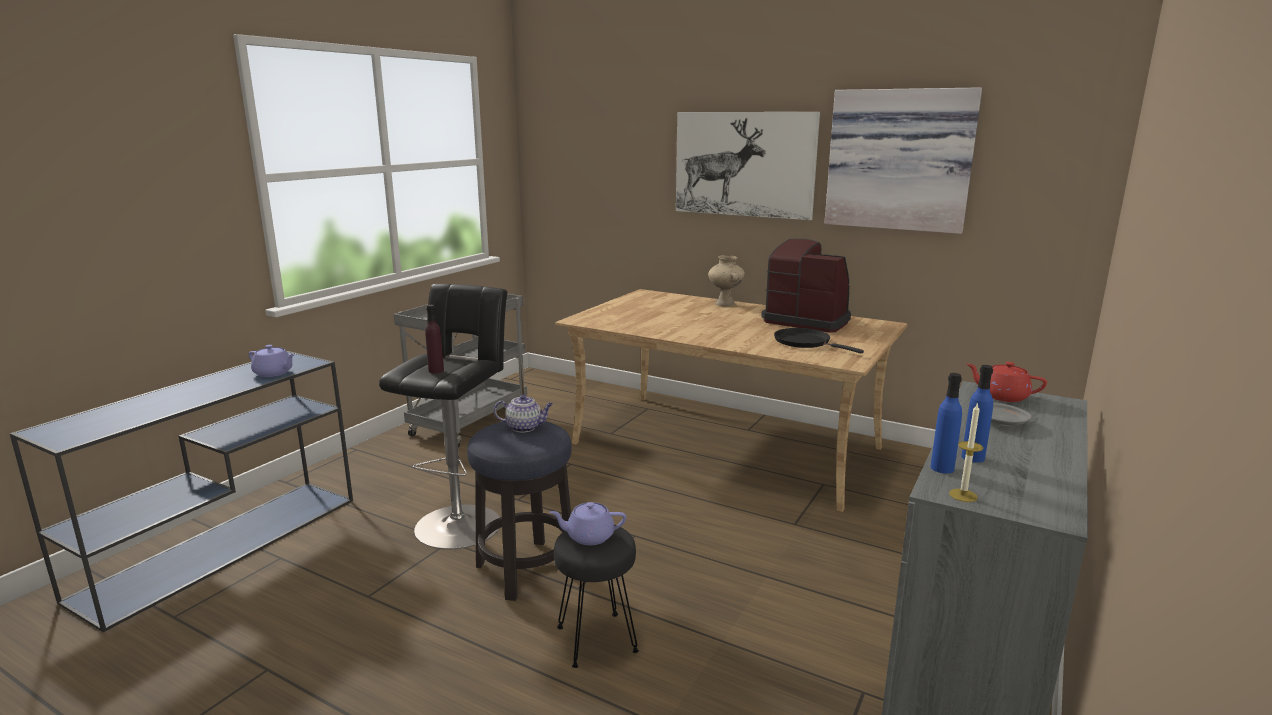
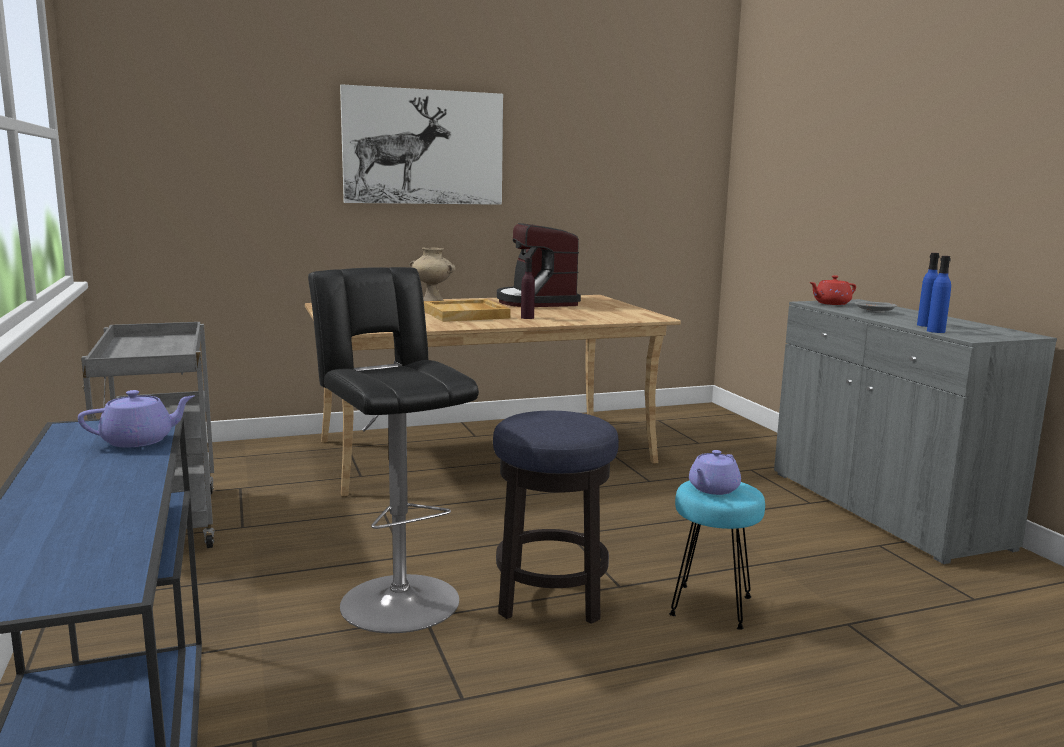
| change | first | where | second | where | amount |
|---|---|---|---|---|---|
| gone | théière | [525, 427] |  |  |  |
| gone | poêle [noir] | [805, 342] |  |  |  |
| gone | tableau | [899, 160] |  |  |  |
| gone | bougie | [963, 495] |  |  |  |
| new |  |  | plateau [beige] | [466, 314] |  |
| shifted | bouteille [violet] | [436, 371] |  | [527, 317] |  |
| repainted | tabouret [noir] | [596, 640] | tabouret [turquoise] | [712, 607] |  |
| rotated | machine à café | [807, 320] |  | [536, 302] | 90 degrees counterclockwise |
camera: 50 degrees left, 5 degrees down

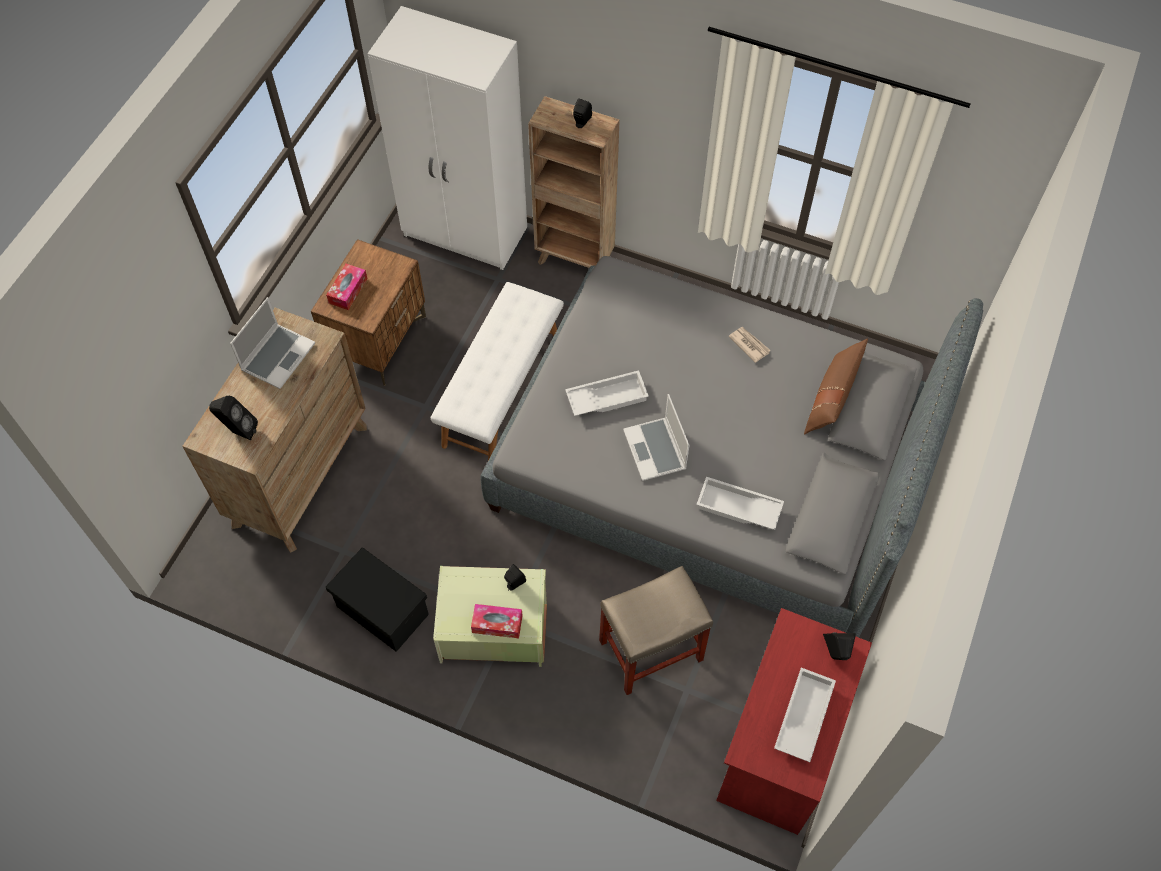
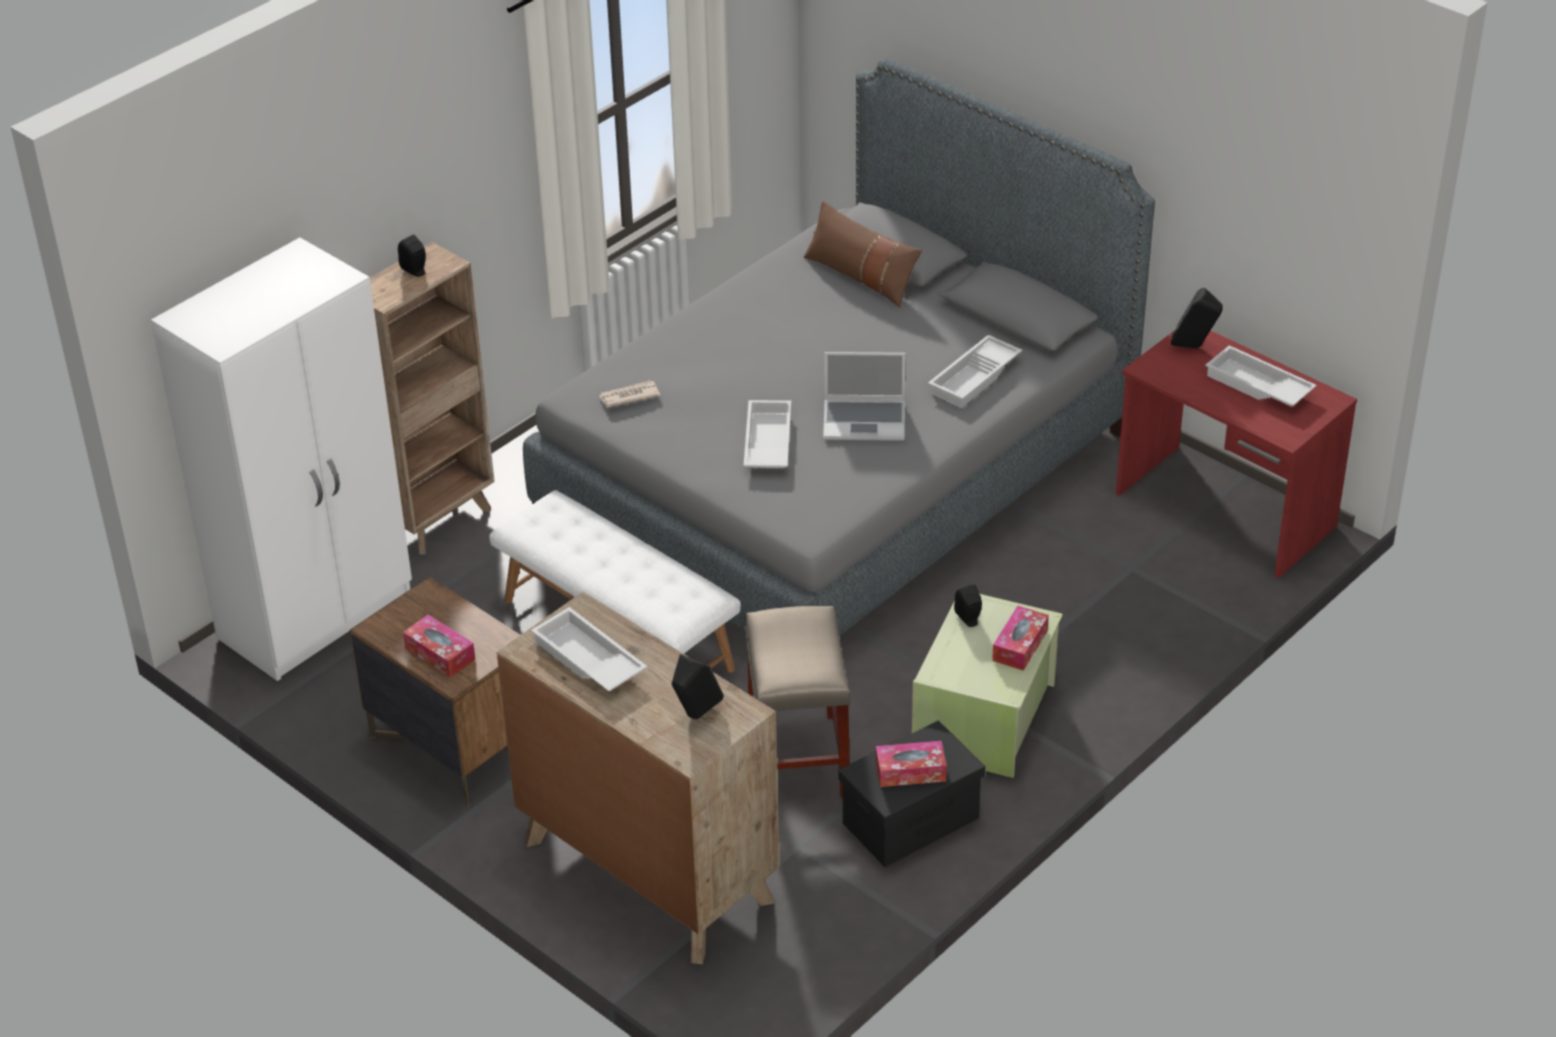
| change | first | where | second | where | amount |
|---|---|---|---|---|---|
| new |  |  | boîte à mouchoirs | [910, 771] |  |
| shifted | tabouret [beige] | [652, 649] |  | [797, 757] |  |
| shifted | journal | [749, 344] |  | [629, 396] |  |
| swapped | ordinateur portable | [278, 356] | plateau [blanc] | [587, 660] |  |
camera: 70 degrees left, 20 degrees down

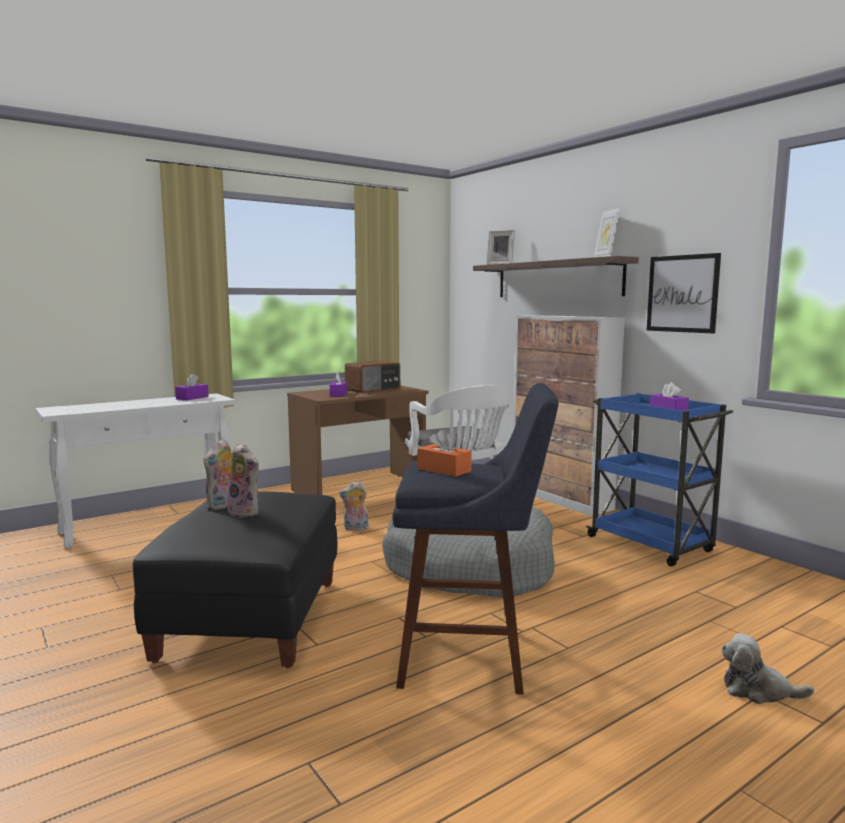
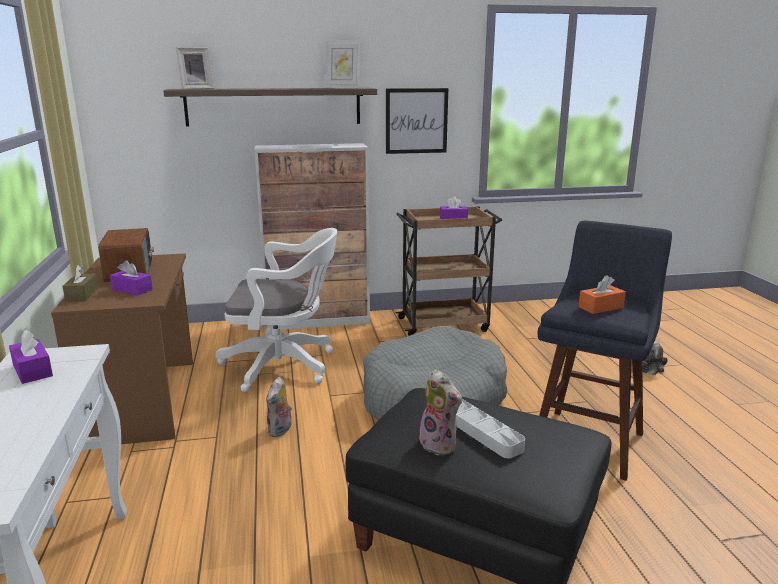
| change | first | where | second | where | amount |
|---|---|---|---|---|---|
| new |  |  | boîte à mouchoirs [marron] | [82, 294] |  |
| swapped | peluche | [246, 512] | plateau [gris] | [481, 432] |  |
| repainted | chariot [bleu] | [651, 545] | chariot [marron] | [444, 324] |  |
camera: 65 degrees left, 10 degrees up

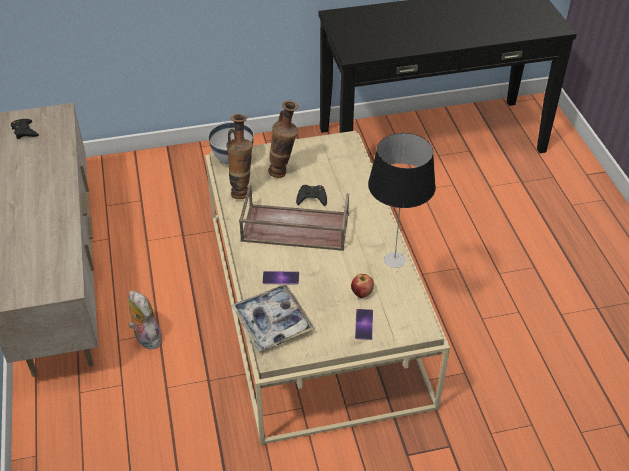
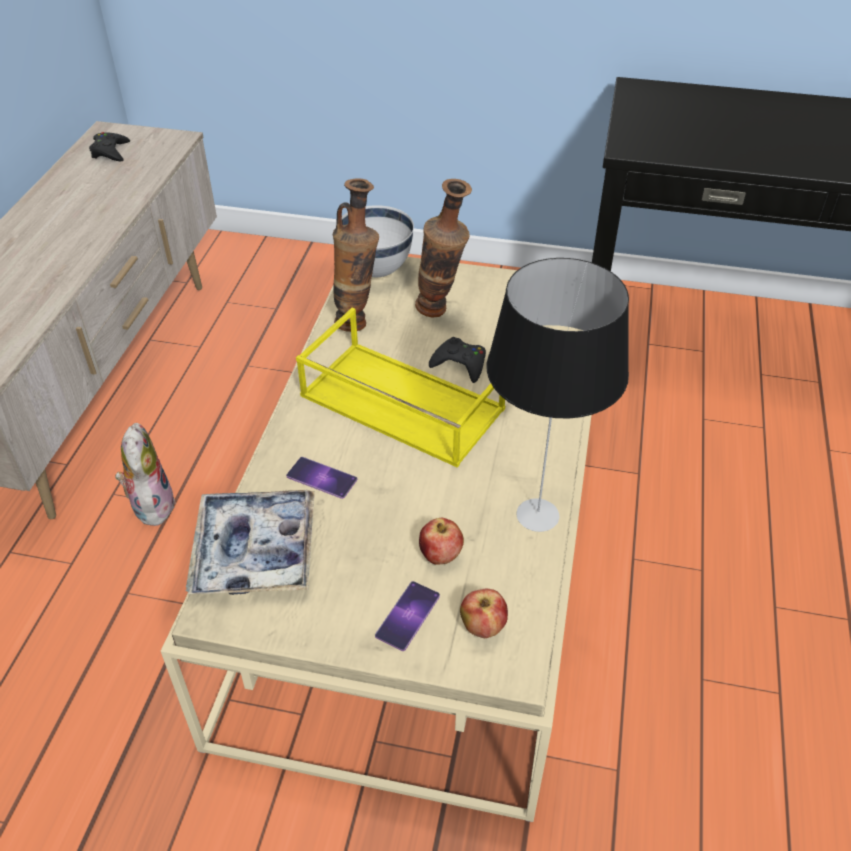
| change | first | where | second | where | amount |
|---|---|---|---|---|---|
| new |  |  | pomme | [483, 626] |  |
| repainted | plateau [marron] | [294, 228] | plateau [jaune] | [399, 403] |  |
camera: 25 degrees right, 0 degrees up

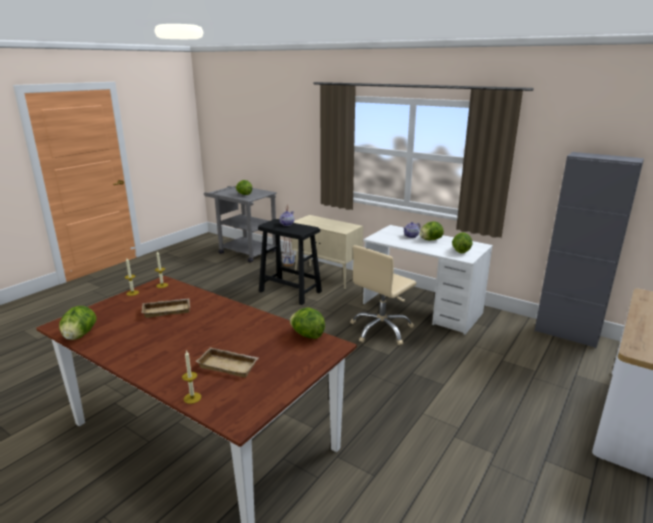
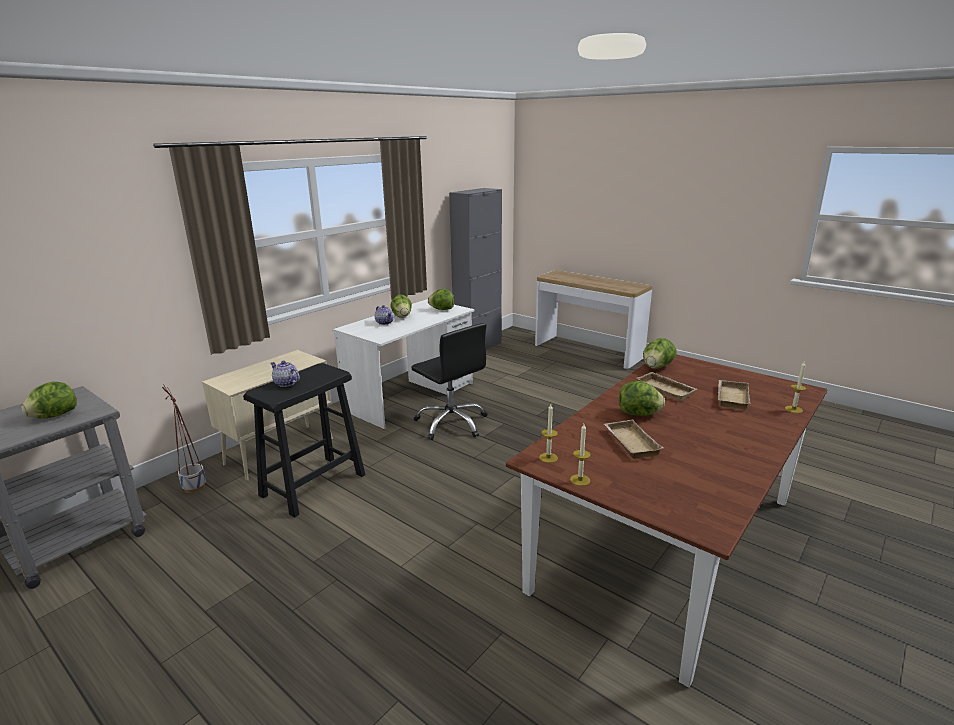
| change | first | where | second | where | amount |
|---|---|---|---|---|---|
| new |  |  | plateau [beige] | [667, 389] |  |
| shifted | laitue | [79, 336] |  | [639, 414] |  |
| repainted | chaise de bureau [beige] | [381, 330] | chaise de bureau [noir] | [451, 423] |  |
camera: 85 degrees left, 0 degrees up

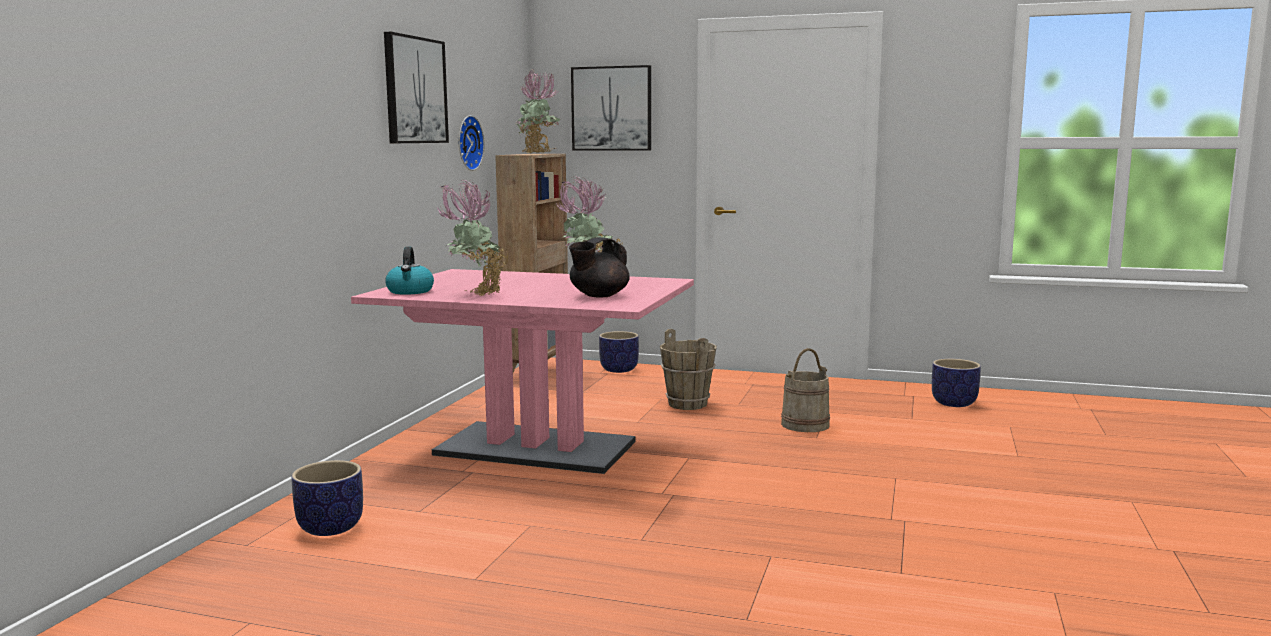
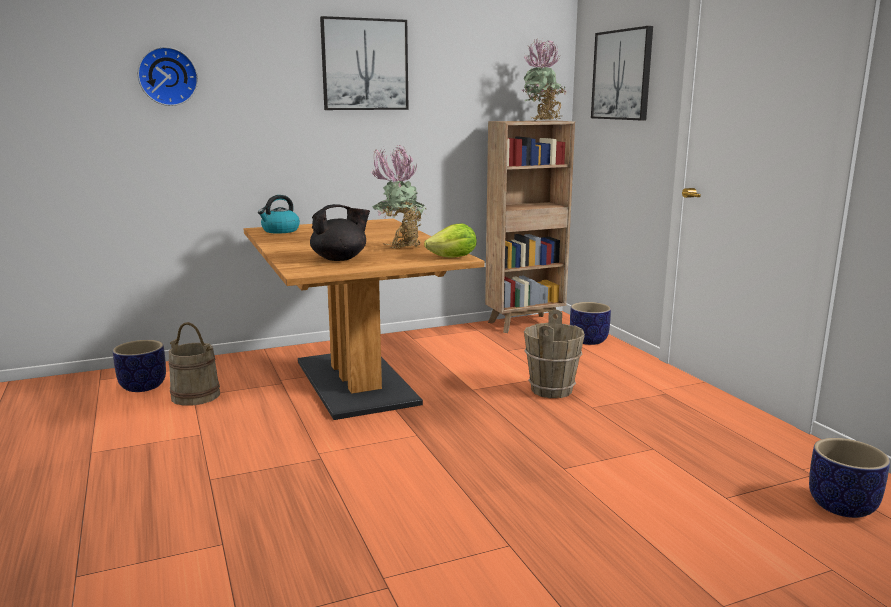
| change | first | where | second | where | amount |
|---|---|---|---|---|---|
| gone | plante en pot | [476, 294] |  |  |  |
| new |  |  | laitue | [453, 258] |  |
| shifted | horloge murale | [467, 143] |  | [168, 76] |  |
| shifted | seau [beige] | [805, 425] |  | [195, 396] |  |
| repainted | table à manger [rose] | [535, 448] | table à manger [marron] | [355, 382] |  |
| rotated | théière [noir] | [598, 296] |  | [340, 259] | 150 degrees clockwise |
camera: 50 degrees right, 5 degrees up

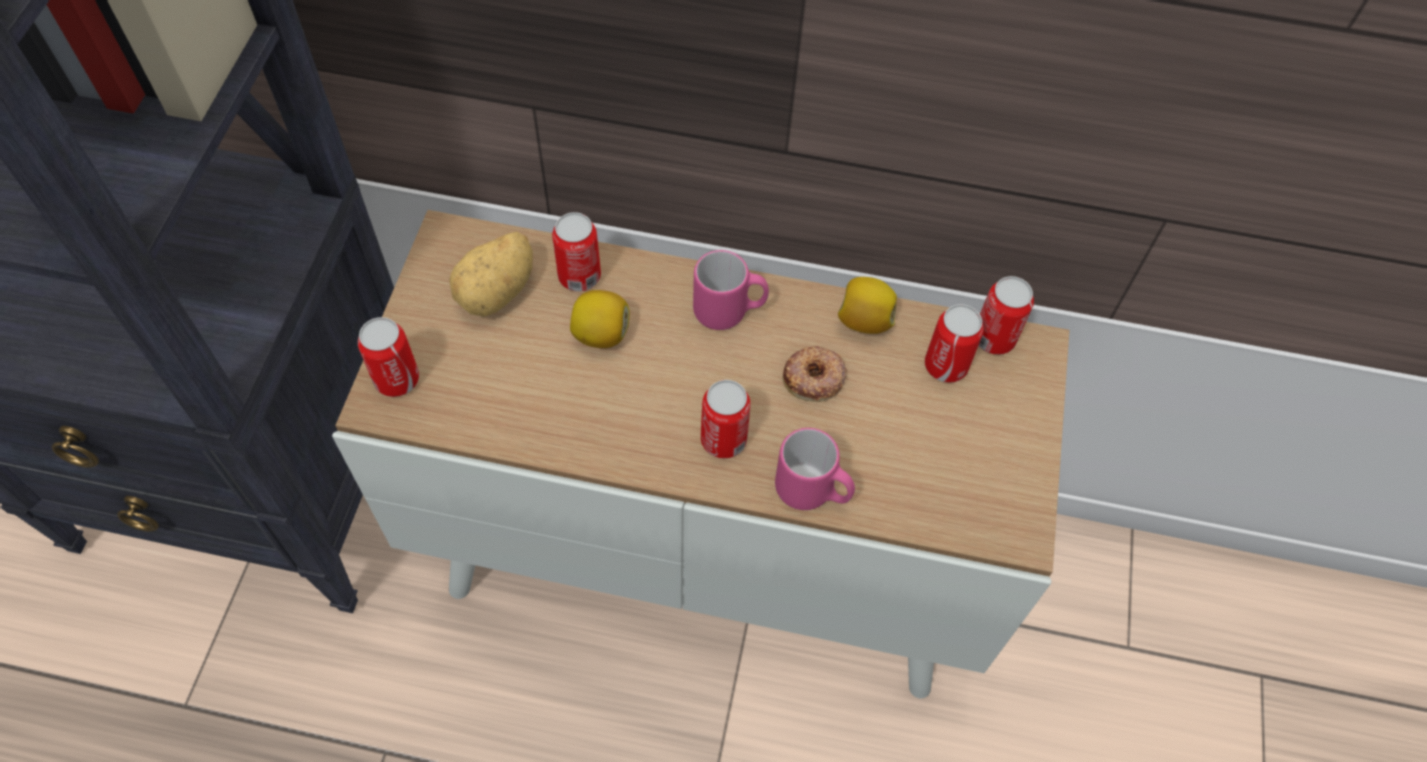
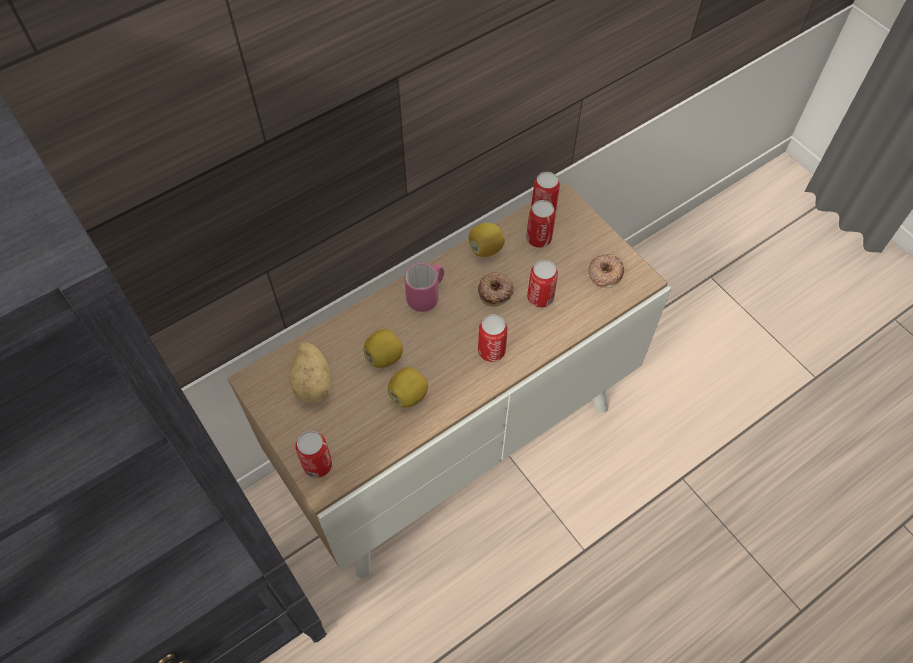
| change | first | where | second | where | amount |
|---|---|---|---|---|---|
| gone | mug [rose] | [812, 492] |  |  |  |
| new |  |  | citron | [409, 395] |  |
| new |  |  | beignet | [605, 273] |  |
| shifted | boîte métallique | [579, 276] |  | [540, 297] |  |
camera: 45 degrees left, 0 degrees up

